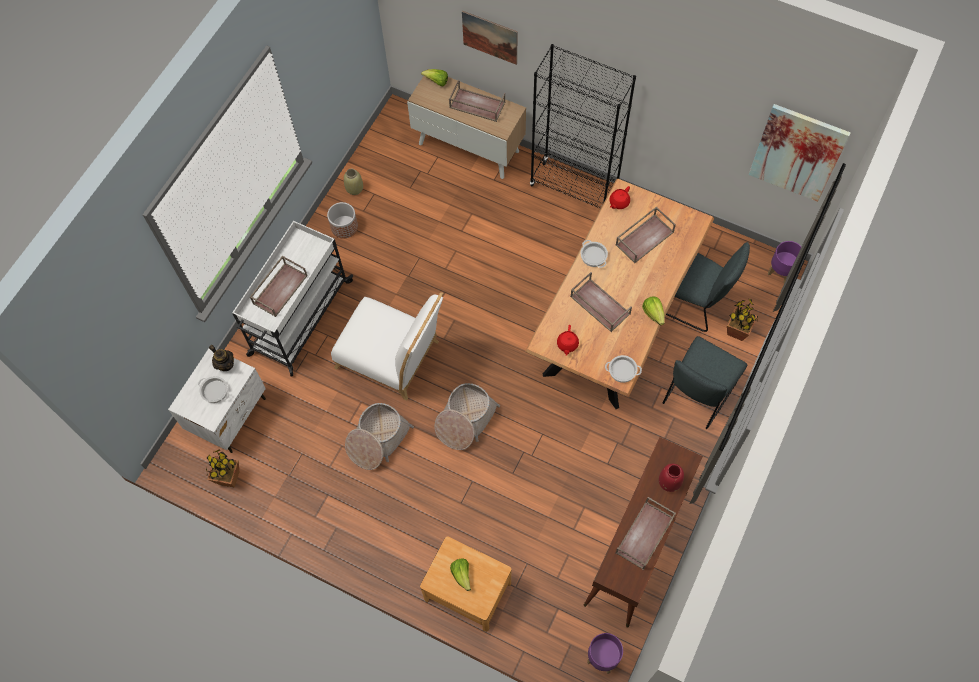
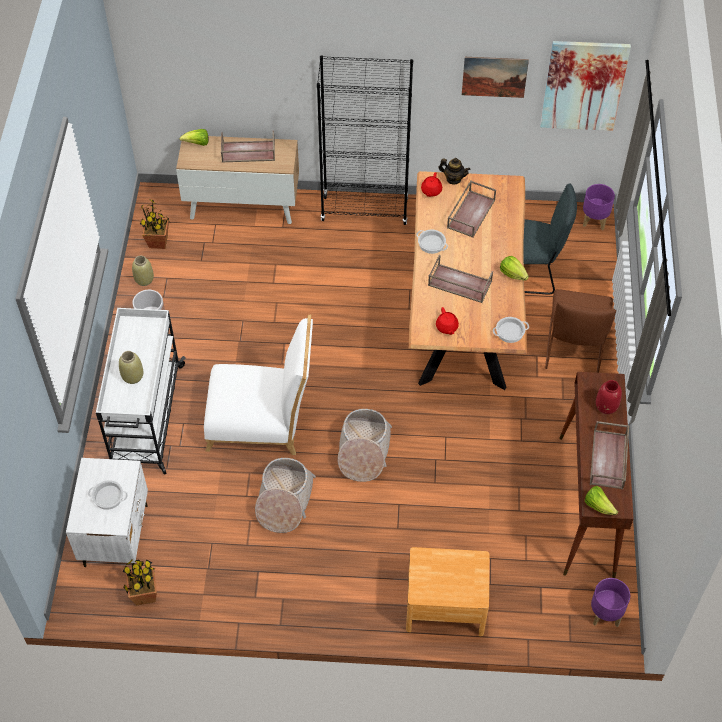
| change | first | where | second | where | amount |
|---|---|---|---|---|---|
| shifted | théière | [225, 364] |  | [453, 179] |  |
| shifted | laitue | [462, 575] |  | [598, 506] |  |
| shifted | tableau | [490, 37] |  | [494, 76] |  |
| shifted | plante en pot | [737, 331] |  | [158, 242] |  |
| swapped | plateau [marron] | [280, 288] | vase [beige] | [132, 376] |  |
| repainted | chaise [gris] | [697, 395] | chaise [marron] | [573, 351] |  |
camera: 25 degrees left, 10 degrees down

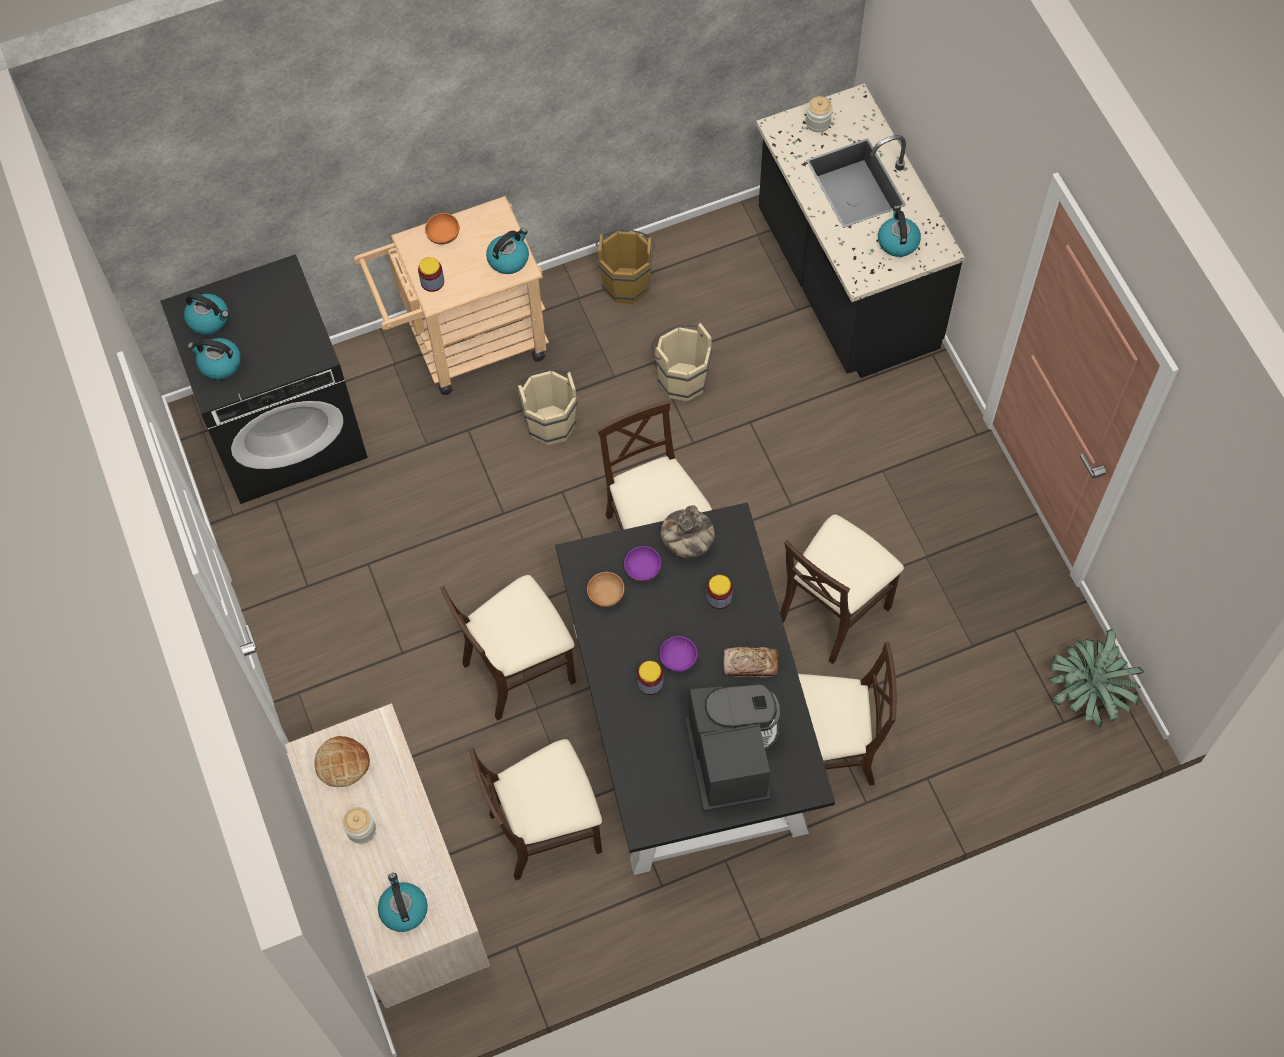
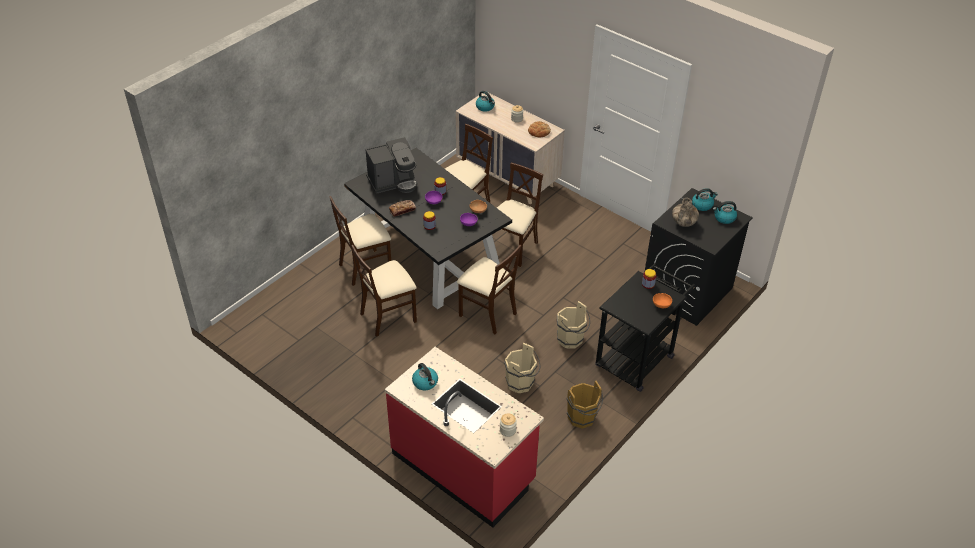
| change | first | where | second | where | amount |
|---|---|---|---|---|---|
| gone | bouilloire | [508, 258] |  |  |  |
| gone | plante en pot | [1089, 692] |  |  |  |
| shifted | vase | [687, 544] |  | [683, 223] |  |
| repainted | chariot [beige] | [465, 344] | chariot [noir] | [638, 356] |  |
| repainted | comptoir de cuisine [noir] | [844, 283] | comptoir de cuisine [rouge] | [463, 467] |  |
| rotated | machine à café | [730, 757] |  | [393, 182] | 75 degrees counterclockwise |
| rotated | chaise [beige] | [833, 611] |  | [388, 316] | 135 degrees counterclockwise |
camera: 150 degrees right, 20 degrees down

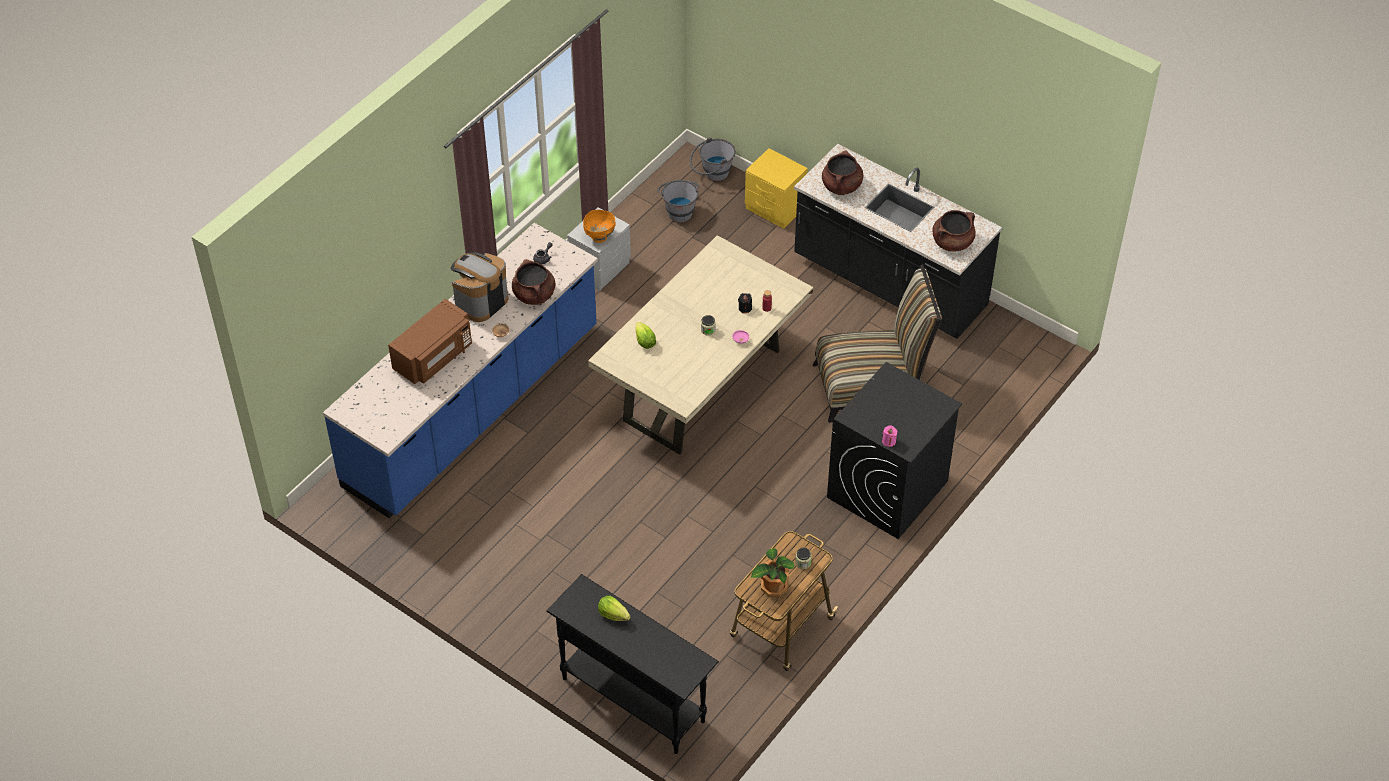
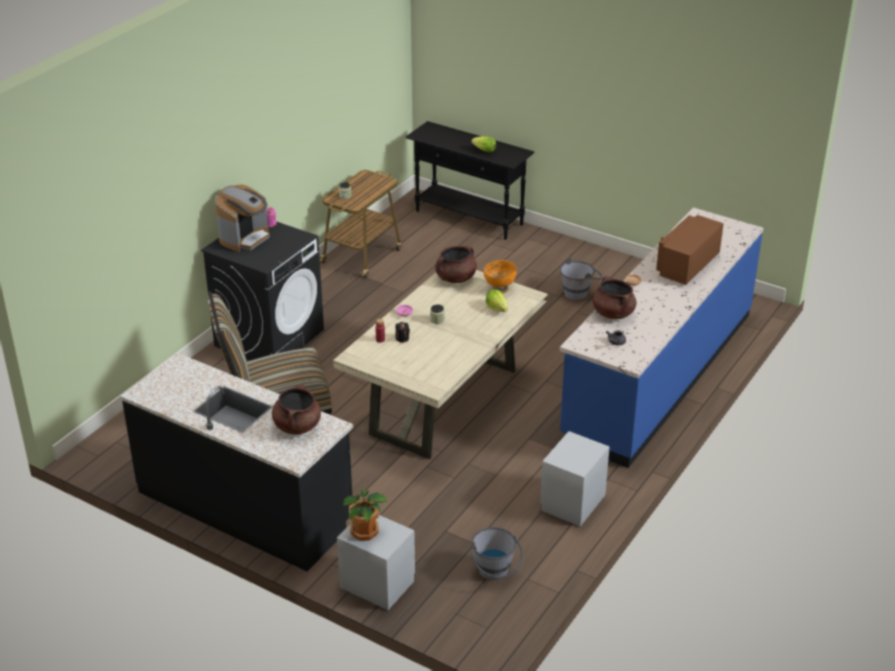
| change | first | where | second | where | amount |
|---|---|---|---|---|---|
| shifted | machine à café | [480, 301] |  | [245, 238] |  |
| shifted | bol [orange] | [599, 237] |  | [499, 289] |  |
| shifted | seau [gris] | [712, 174] |  | [579, 292] |  |
| shifted | plante en pot | [772, 587] |  | [365, 532] |  |
| shifted | marmite [marron] | [952, 242] |  | [455, 278] |  |
| repainted | table de chevet [jaune] | [775, 208] | table de chevet [gris] | [377, 584] |  |
camera: 175 degrees right, 15 degrees down

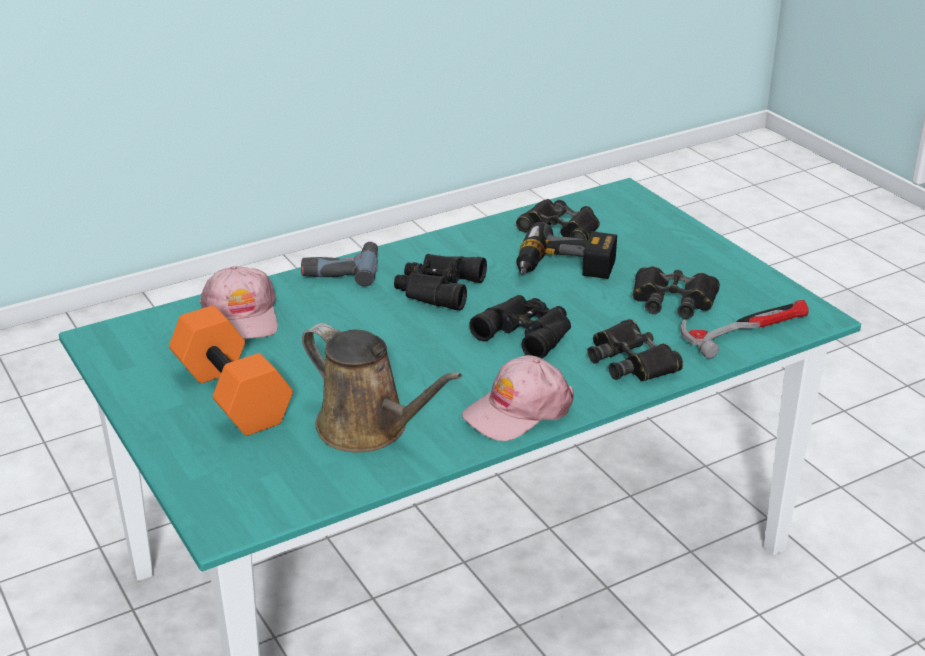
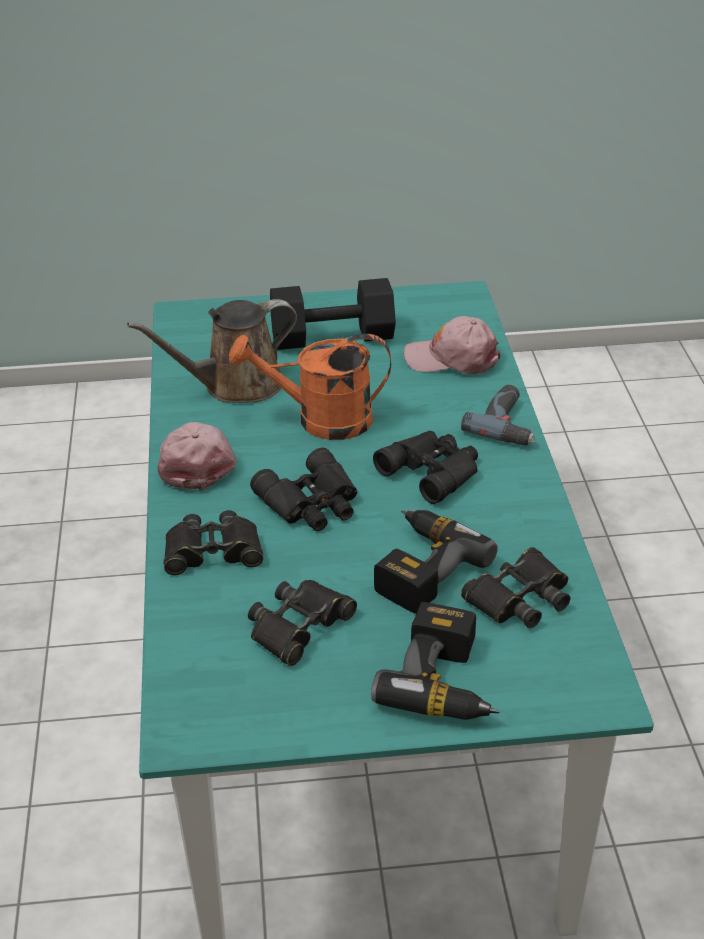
| change | first | where | second | where | amount |
|---|---|---|---|---|---|
| gone | marteau | [746, 328] |  |  |  |
| new |  |  | arrosoir [orange] | [321, 420] |  |
| new |  |  | perceuse | [446, 681] |  |
| repainted | haltère [orange] | [235, 395] | haltère [noir] | [331, 338] |  |
camera: 115 degrees right, 5 degrees up

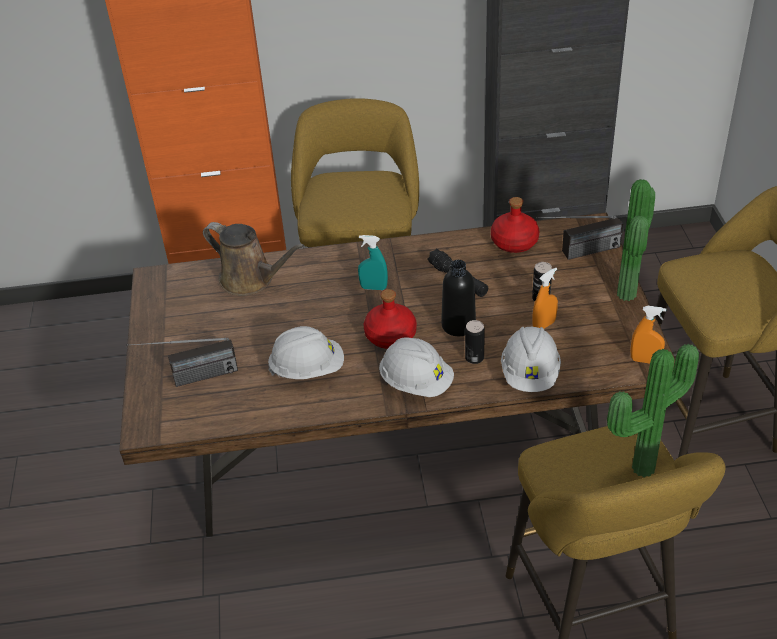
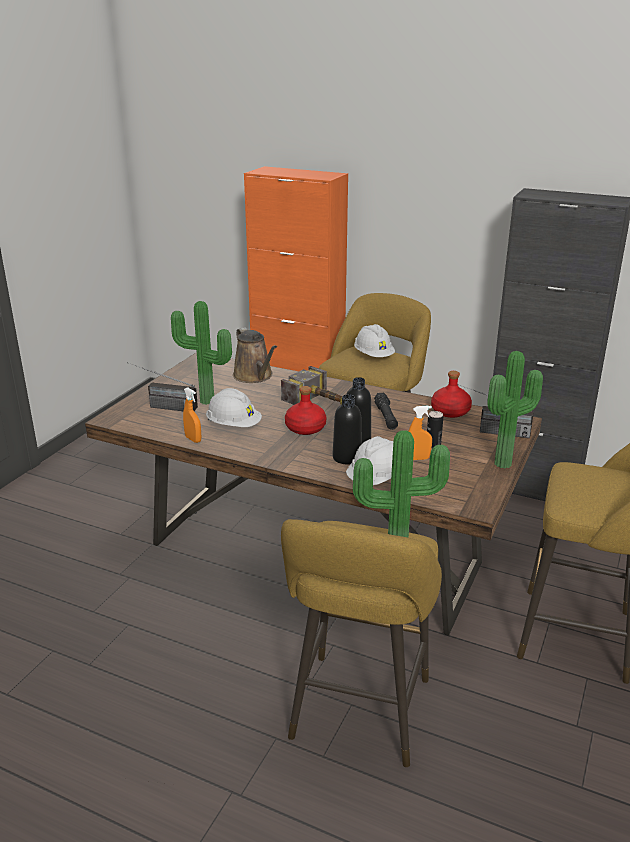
| change | first | where | second | where | amount |
|---|---|---|---|---|---|
| new |  |  | plante en pot | [206, 402] |  |
| shifted | casque de chantier [blanc] | [416, 383] |  | [373, 356] |  |
| shifted | vaporisateur [orange] | [645, 360] |  | [193, 439] |  |
| swapped | vaporisateur [turquoise] | [373, 288] | marteau | [324, 403] |  |
| swapped | boîte métallique | [474, 358] | bouteille [noir] | [347, 457] |  |
camera: 30 degrees right, 15 degrees down

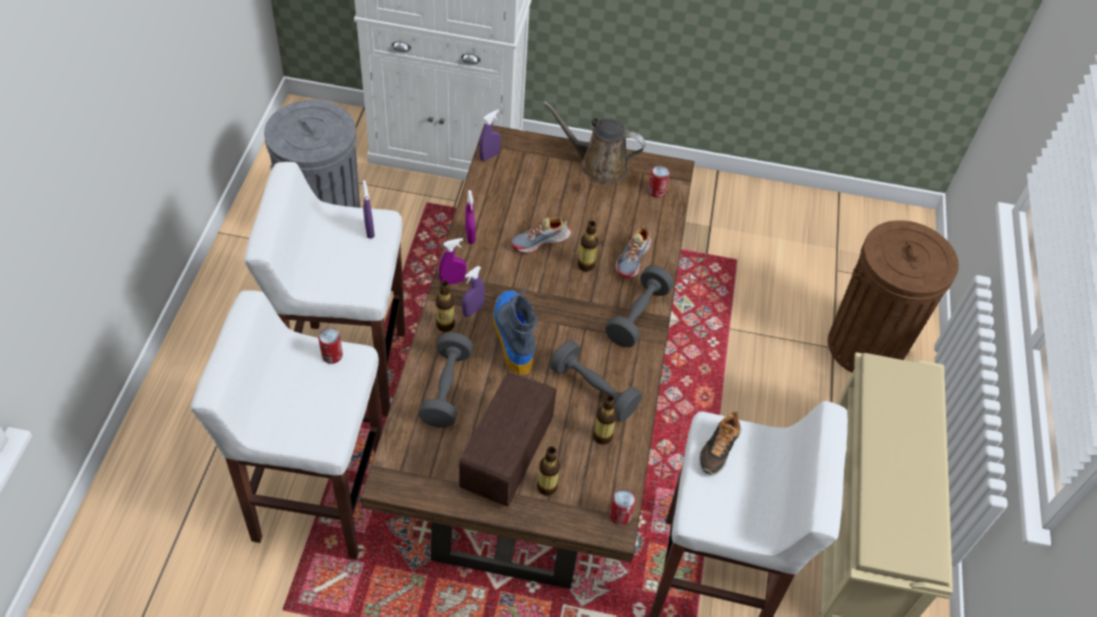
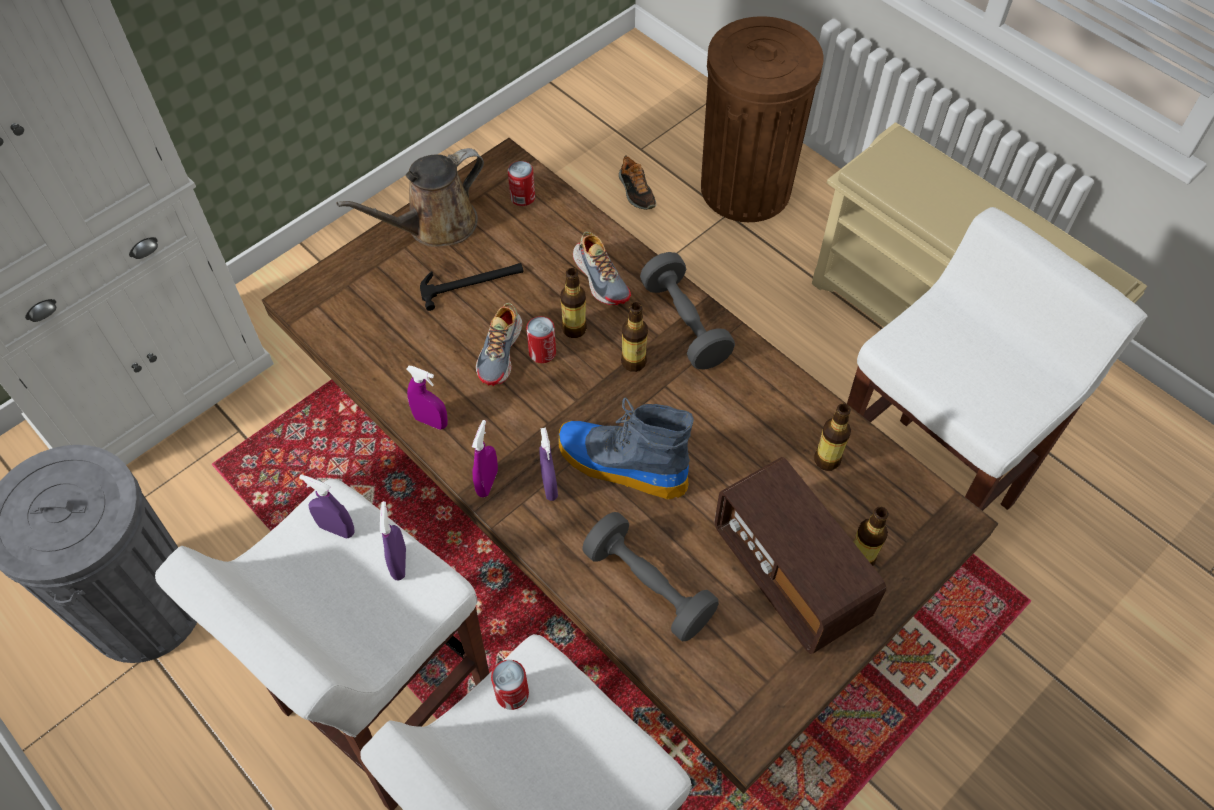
| change | first | where | second | where | amount |
|---|---|---|---|---|---|
| gone | haltère [gris] | [593, 390] |  |  |  |
| new |  |  | marteau | [472, 282] |  |
| shifted | bouteille | [445, 325] |  | [633, 362] |  |
| shifted | vaporisateur [violet] | [489, 156] |  | [399, 563] |  |
| shifted | boîte métallique | [620, 515] |  | [542, 352] |  |
| shifted | chaussure | [718, 449] |  | [636, 192] |  |
camera: 50 degrees left, 5 degrees up

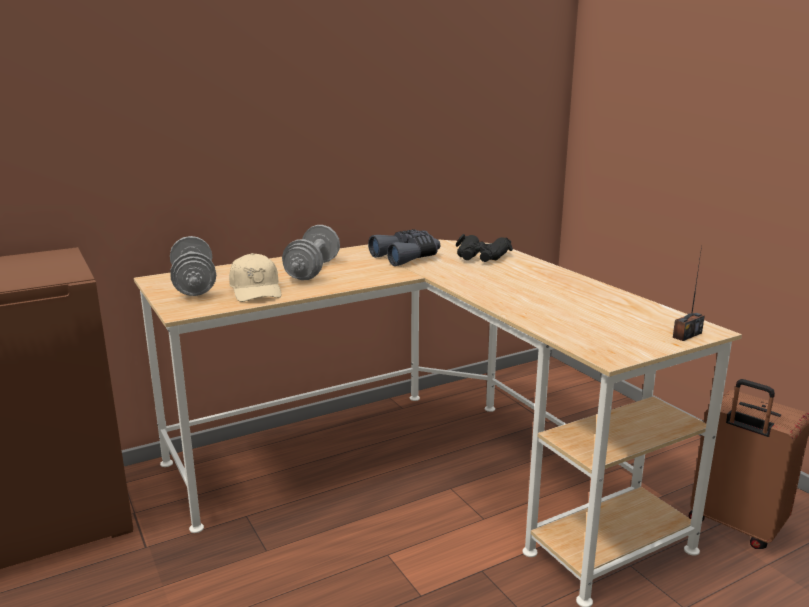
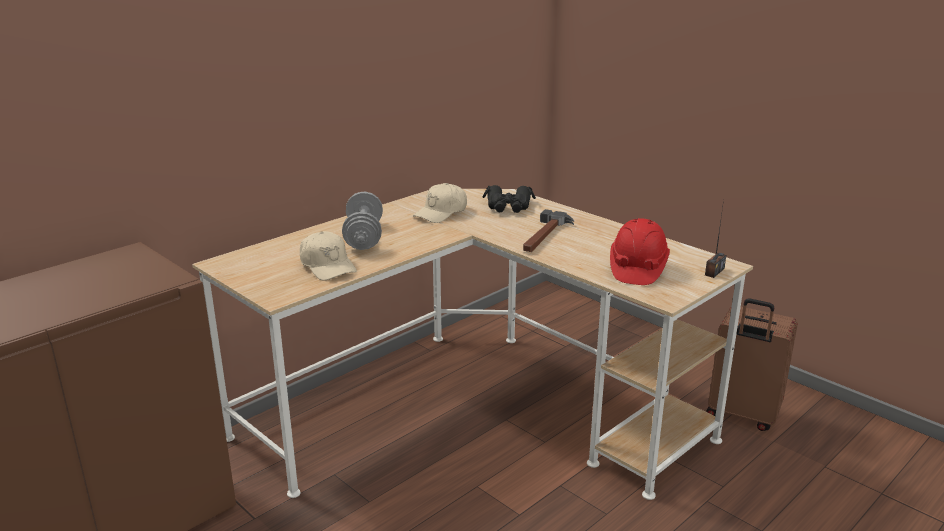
| change | first | where | second | where | amount |
|---|---|---|---|---|---|
| gone | haltère [gris] | [194, 285] |  |  |  |
| new |  |  | marteau | [545, 236] |  |
| new |  |  | casque de chantier [rouge] | [637, 269] |  |
| swapped | jumelles [gris] | [407, 257] | casquette [beige] | [441, 213] |  |
camera: 15 degrees left, 5 degrees up

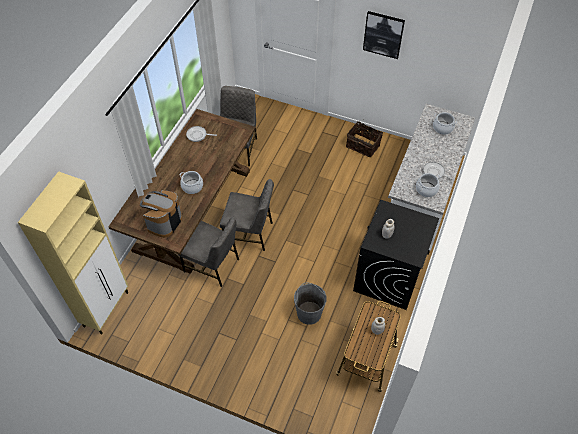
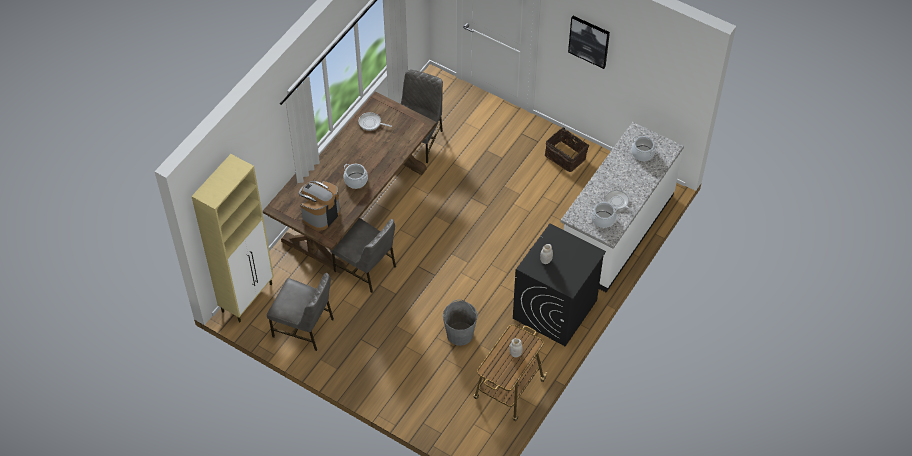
| change | first | where | second | where | amount |
|---|---|---|---|---|---|
| shifted | chaise [gris] | [249, 233] |  | [304, 327] |  |
camera: 10 degrees right, 0 degrees up

